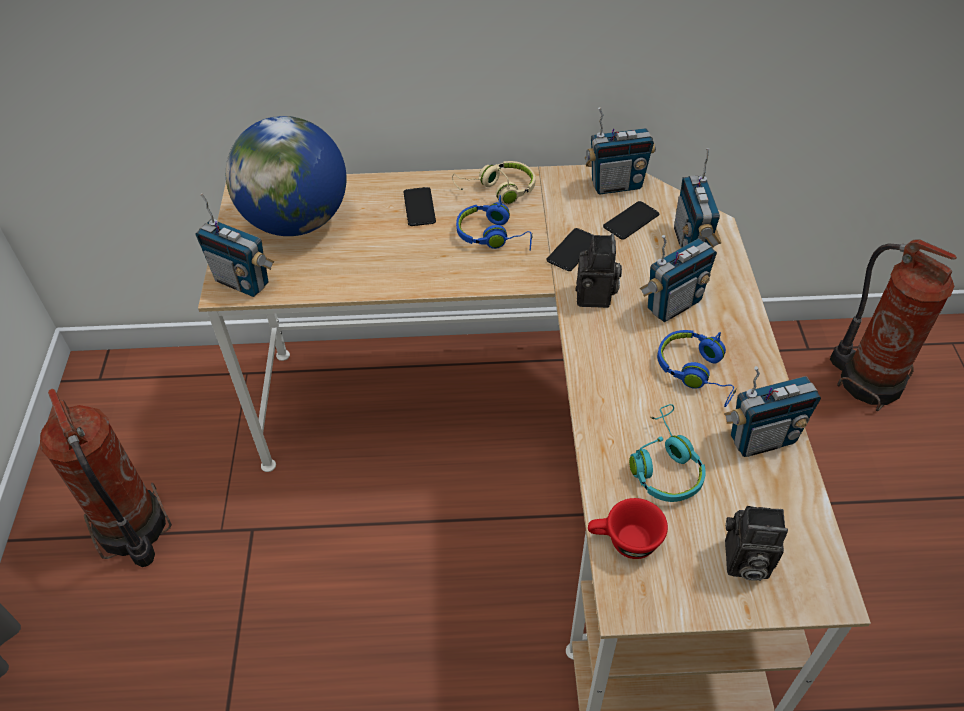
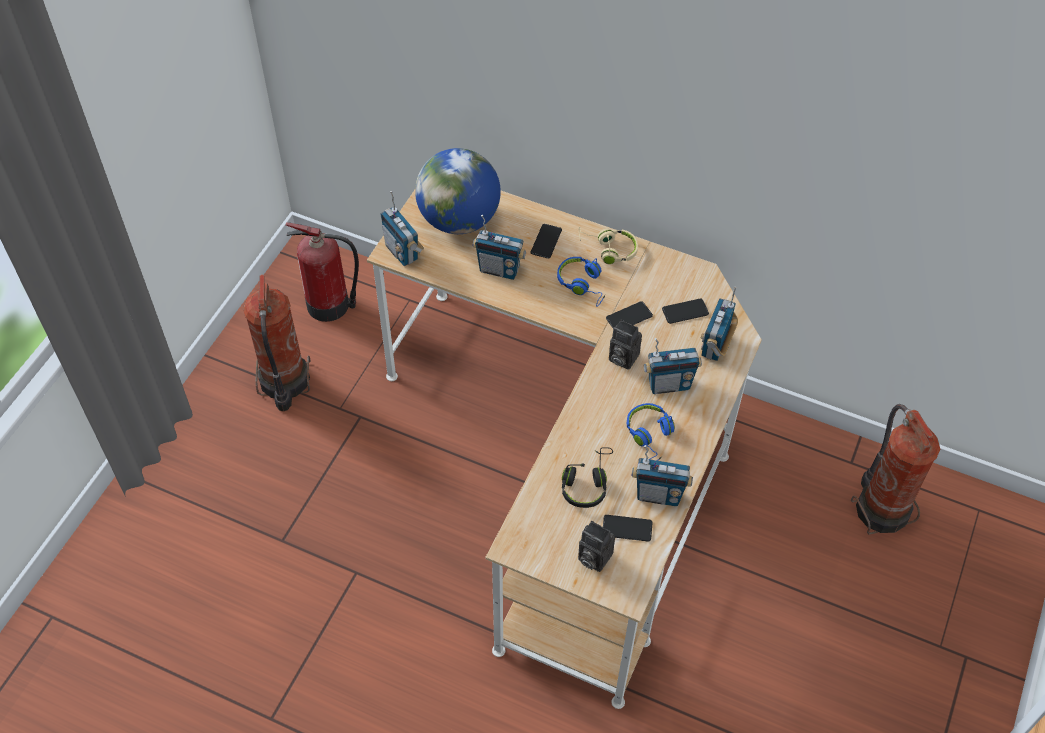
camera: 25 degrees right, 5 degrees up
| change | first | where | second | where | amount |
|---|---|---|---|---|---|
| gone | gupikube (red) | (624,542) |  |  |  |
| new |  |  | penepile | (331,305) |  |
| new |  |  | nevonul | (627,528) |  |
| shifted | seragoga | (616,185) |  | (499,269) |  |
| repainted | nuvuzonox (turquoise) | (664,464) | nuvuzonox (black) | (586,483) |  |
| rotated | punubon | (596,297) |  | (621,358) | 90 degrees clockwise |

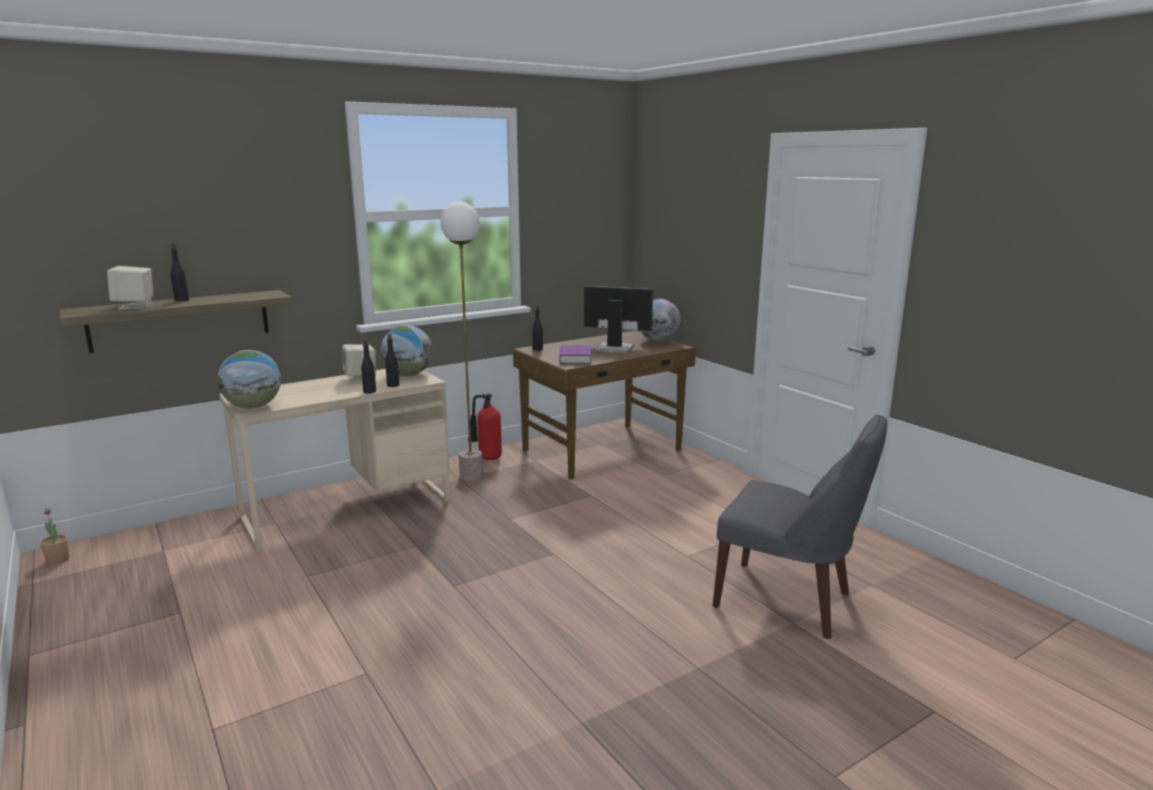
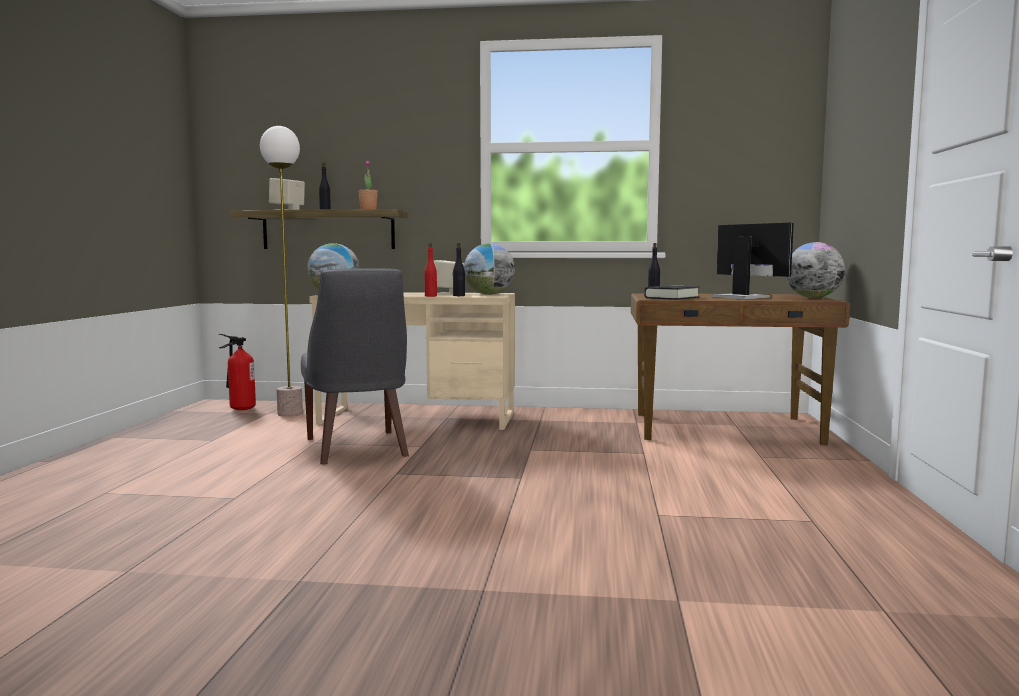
camera: 40 degrees right, 10 degrees down
| change | first | where | second | where | amount |
|---|---|---|---|---|---|
| shifted | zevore | (58,560) |  | (368,209) |  |
| shifted | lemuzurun | (471,476) |  | (290,413) |  |
| shifted | penepile | (486,458) |  | (239,409) |  |
| shifted | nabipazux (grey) | (789,601) |  | (357,449) |  |
| repainted | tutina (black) | (370,392) | tutina (red) | (431,296) |  |
| repainted | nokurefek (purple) | (575,359) | nokurefek (black) | (671,297) |  |

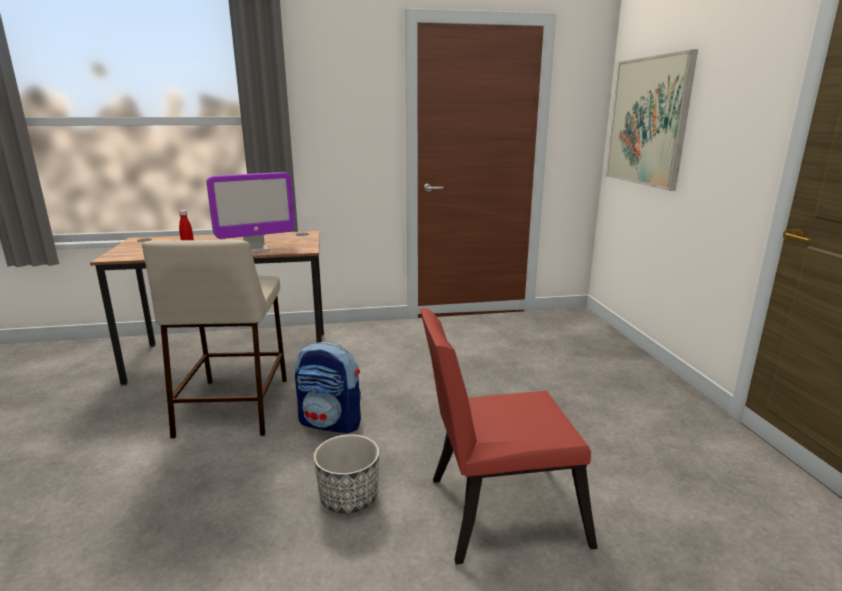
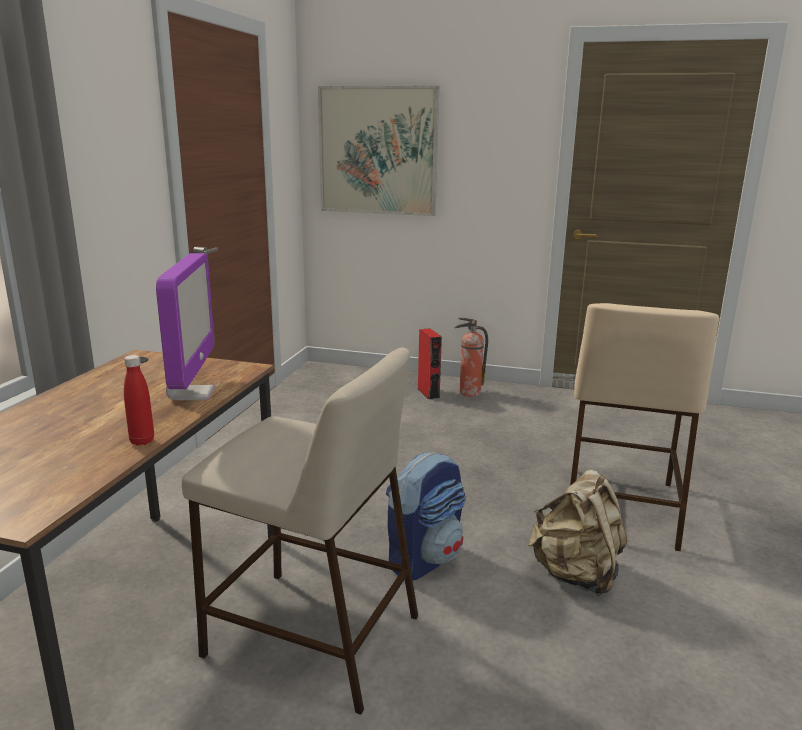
camera: 65 degrees left, 0 degrees up
| change | first | where | second | where | amount |
|---|---|---|---|---|---|
| new |  |  | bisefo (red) | (428,393) |  |
| new |  |  | penepile | (468,393) |  |
| swapped | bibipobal | (348,498) | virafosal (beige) | (575,575) |  |
| swapped | nabipazux (red) | (495,510) | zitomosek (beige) | (620,505) |  |

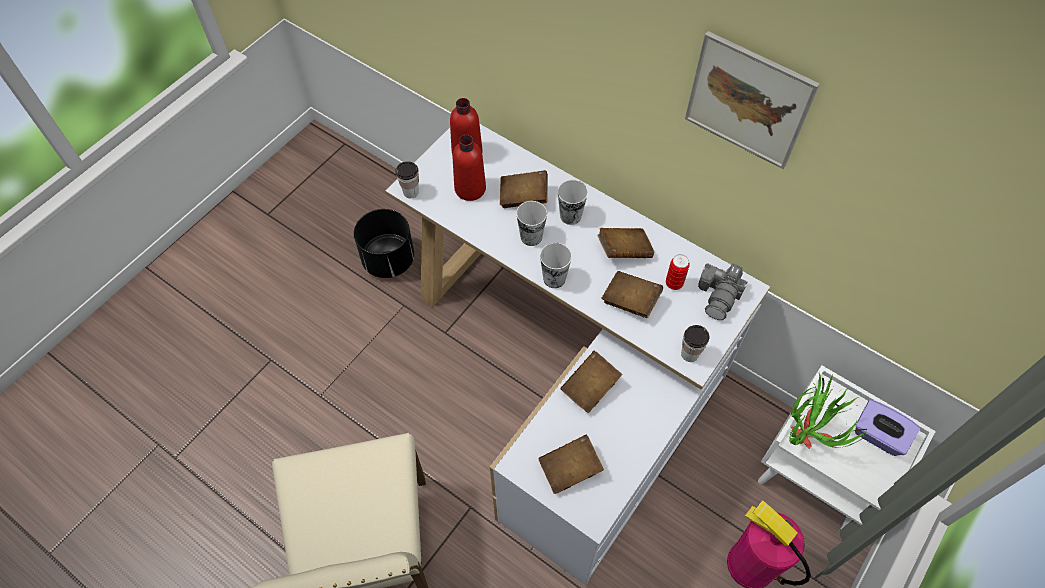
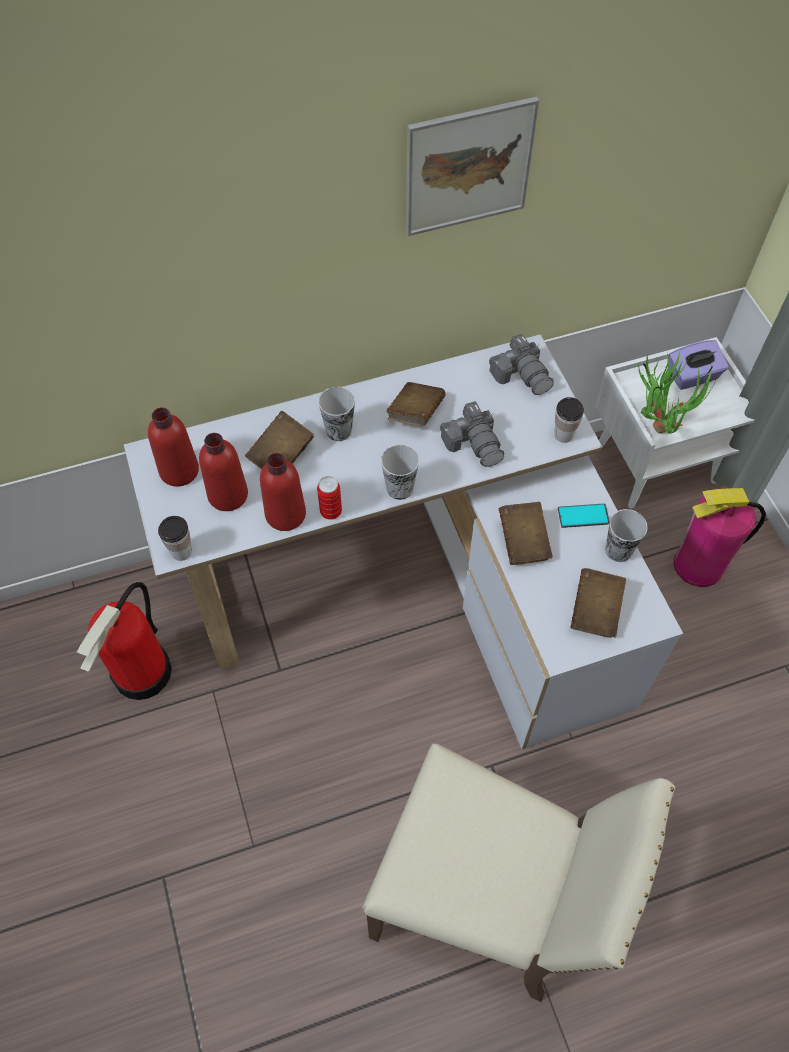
camera: 55 degrees left, 0 degrees up
| change | first | where | second | where | amount |
|---|---|---|---|---|---|
| new |  |  | tutina (red) | (285,514) |  |
| new |  |  | nevonul | (583,516) |  |
| shifted | gupikube | (531,237) |  | (618,550) |  |
| shifted | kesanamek | (674,283) |  | (331,511) |  |
| swapped | bibipobal (black) | (388,260) | penepile | (143,673) |  |
| swapped | nokurefek (brown) | (630,301) | punubon | (474,443) |  |

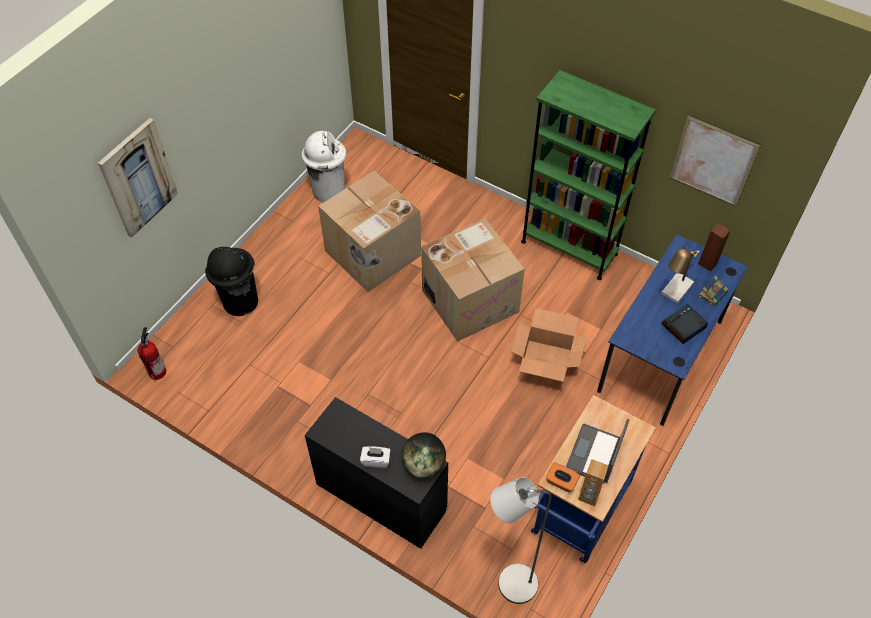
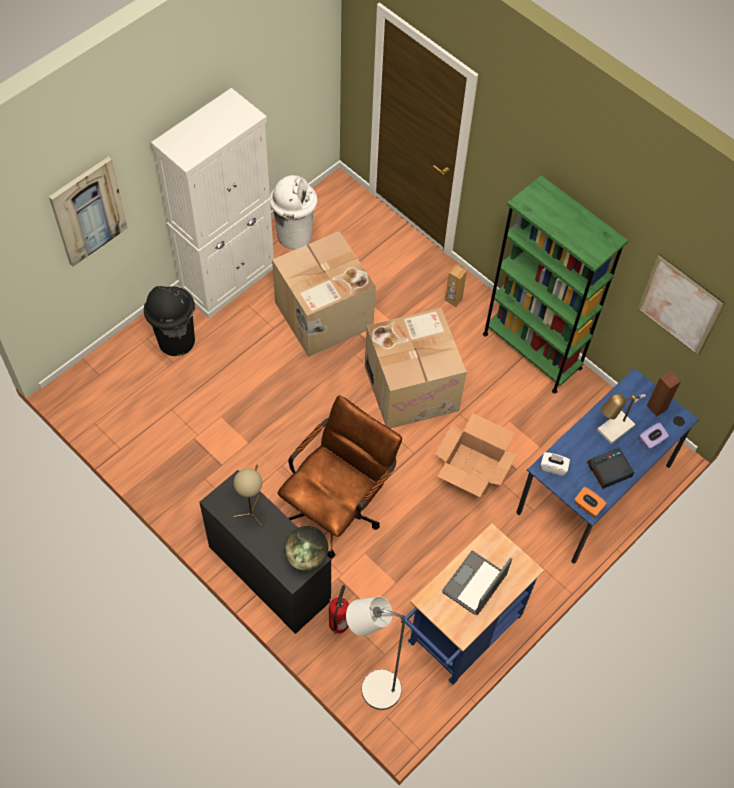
camera: 10 degrees right, 5 degrees up
| change | first | where | second | where | amount |
|---|---|---|---|---|---|
| new |  |  | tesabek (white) | (228,279) |  |
| new |  |  | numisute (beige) | (252,511) |  |
| new |  |  | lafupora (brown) | (338,506) |  |
| shifted | penepile | (157,371) |  | (338,623) |  |
| shifted | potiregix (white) | (376,460) |  | (553,467) |  |
| shifted | potiregix (orange) | (561,482) |  | (587,506) |  |
| shifted | bisefo (brown) | (588,496) |  | (453,299) |  |
| swapped | nokurefek | (712,293) | potiregix (purple) | (651,441) |  |

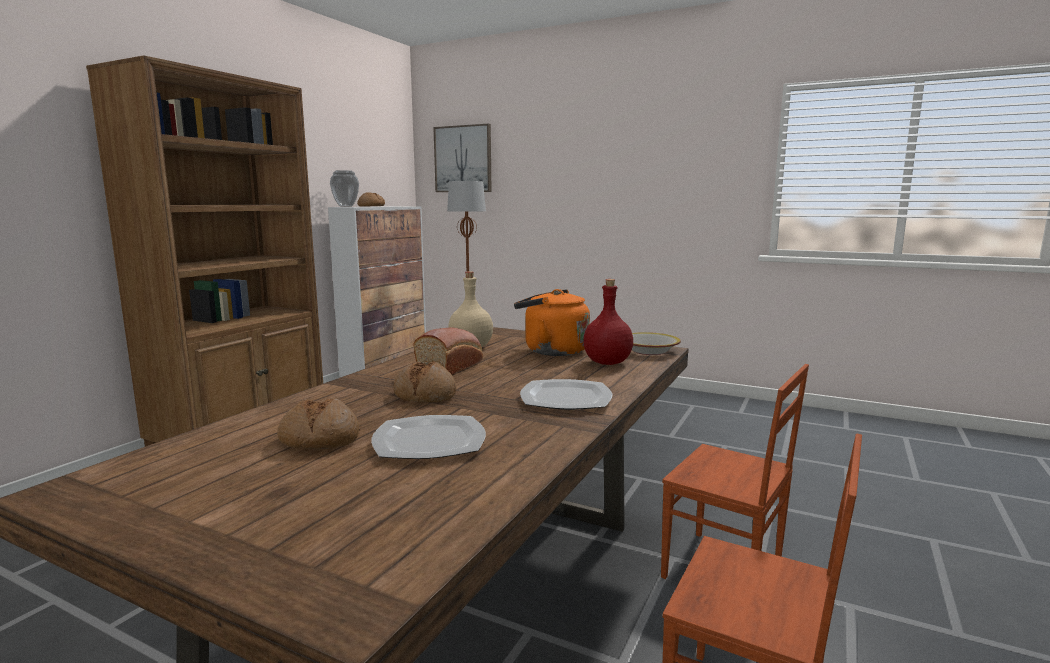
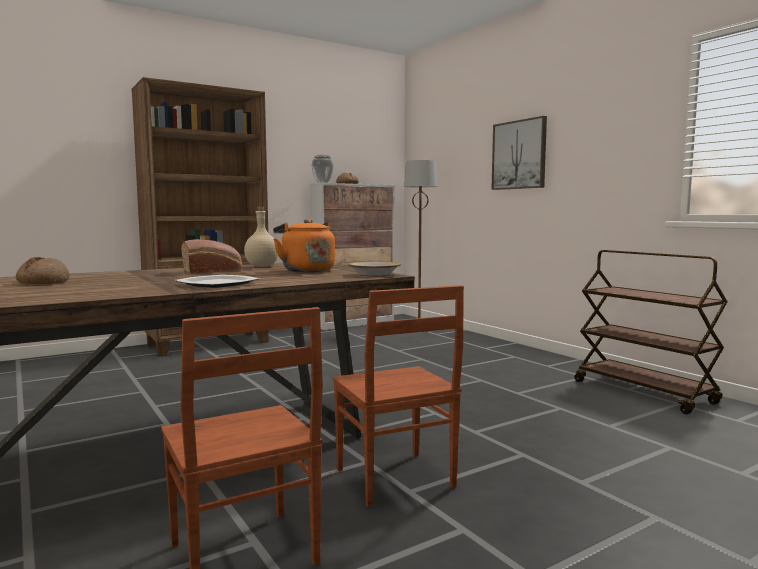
camera: 30 degrees right, 5 degrees down
| change | first | where | second | where | amount |
|---|---|---|---|---|---|
| gone | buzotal | (428,441) |  |  |  |
| gone | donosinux | (425,394) |  |  |  |
| gone | tutina (red) | (608,362) |  |  |  |
| new |  |  | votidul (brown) | (644,392) |  |
| shifted | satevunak | (463,159) |  | (519,155) |  |

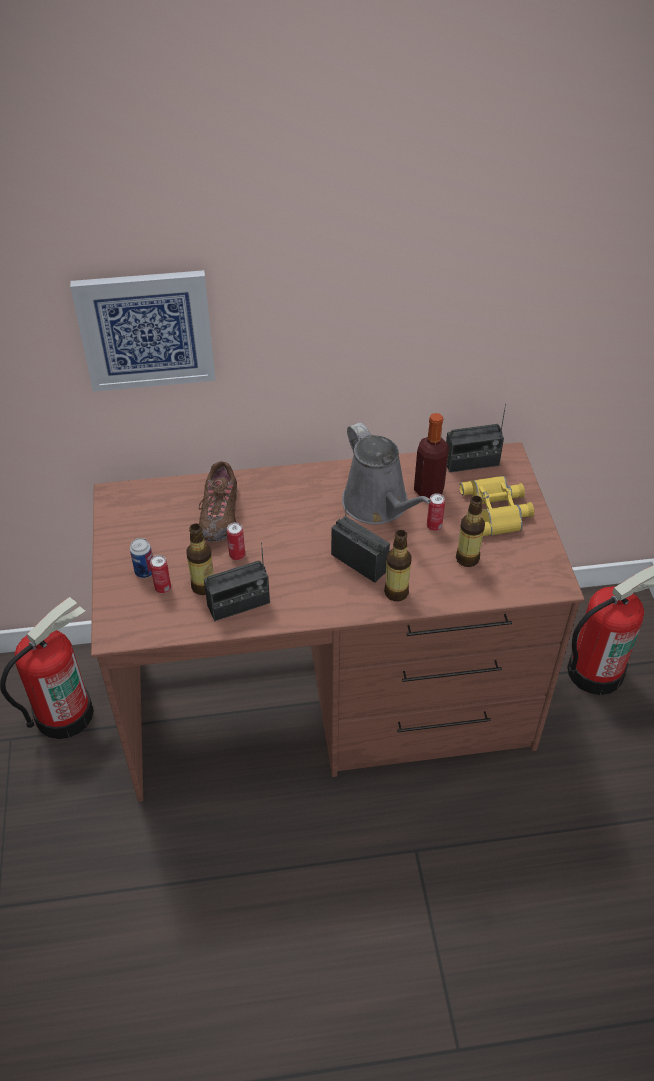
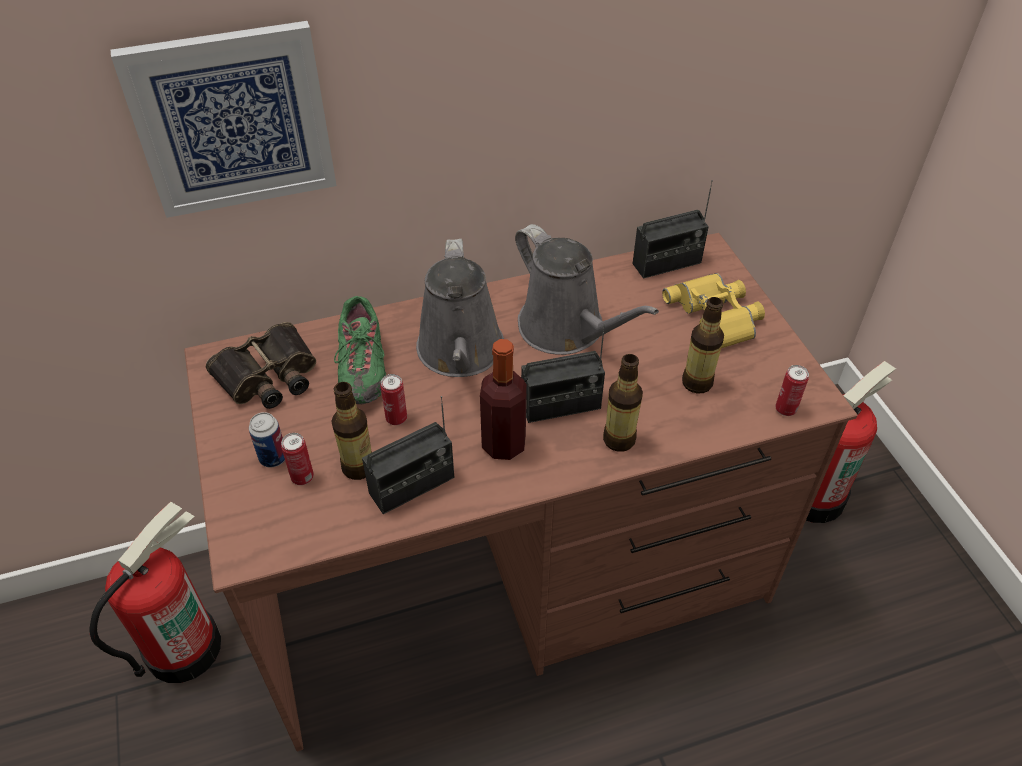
camera: 10 degrees left, 0 degrees up
| change | first | where | second | where | amount |
|---|---|---|---|---|---|
| new |  |  | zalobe | (269,377) |  |
| new |  |  | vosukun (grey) | (460,353) |  |
| shifted | tutina | (428,490) |  | (503,444) |  |
| shifted | kesanamek | (434,526) |  | (785,409) |  |
| repainted | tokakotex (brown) | (220,514) | tokakotex (green) | (362,367) |  |
| rotated | seragoga | (359,562) |  | (561,406) | 135 degrees clockwise |

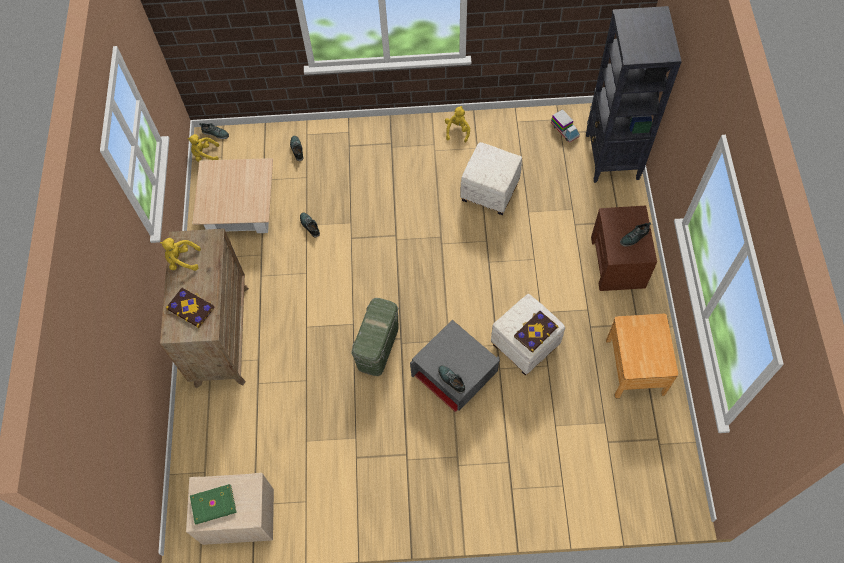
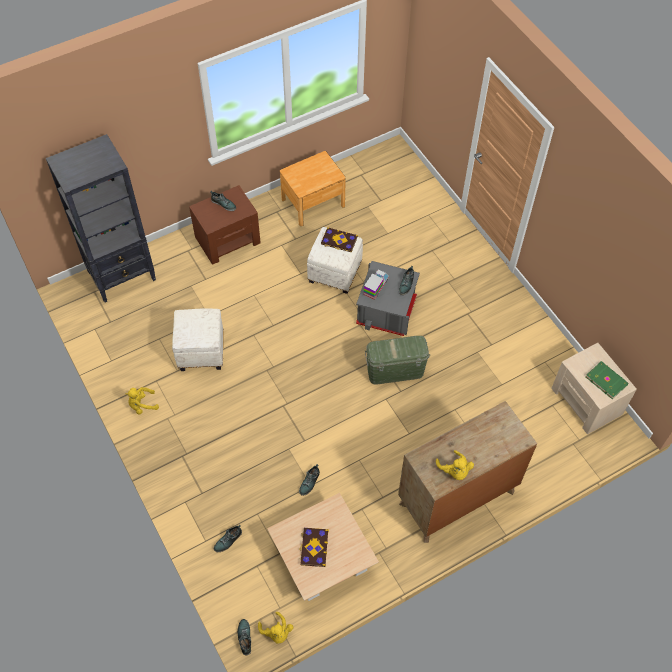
camera: 120 degrees left, 5 degrees down
| change | first | where | second | where | amount |
|---|---|---|---|---|---|
| shifted | nokurefek | (191,307) |  | (313,547) |  |
| shifted | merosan | (564,130) |  | (375,287) |  |

